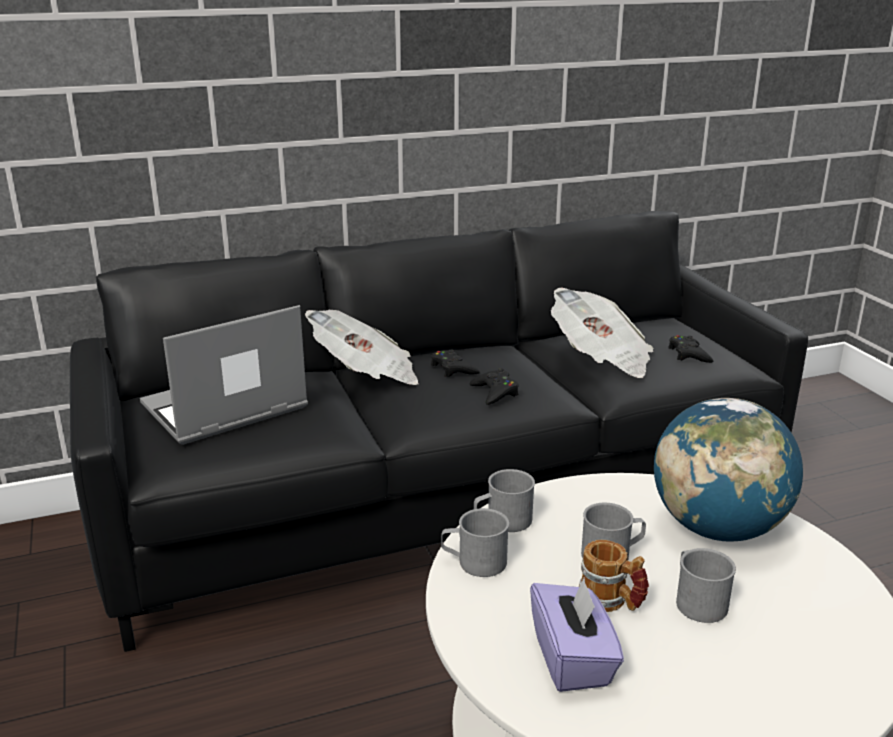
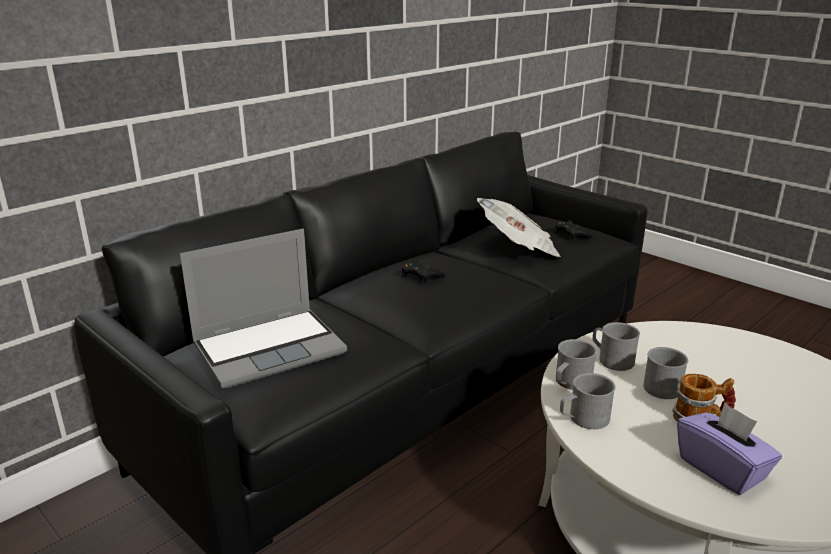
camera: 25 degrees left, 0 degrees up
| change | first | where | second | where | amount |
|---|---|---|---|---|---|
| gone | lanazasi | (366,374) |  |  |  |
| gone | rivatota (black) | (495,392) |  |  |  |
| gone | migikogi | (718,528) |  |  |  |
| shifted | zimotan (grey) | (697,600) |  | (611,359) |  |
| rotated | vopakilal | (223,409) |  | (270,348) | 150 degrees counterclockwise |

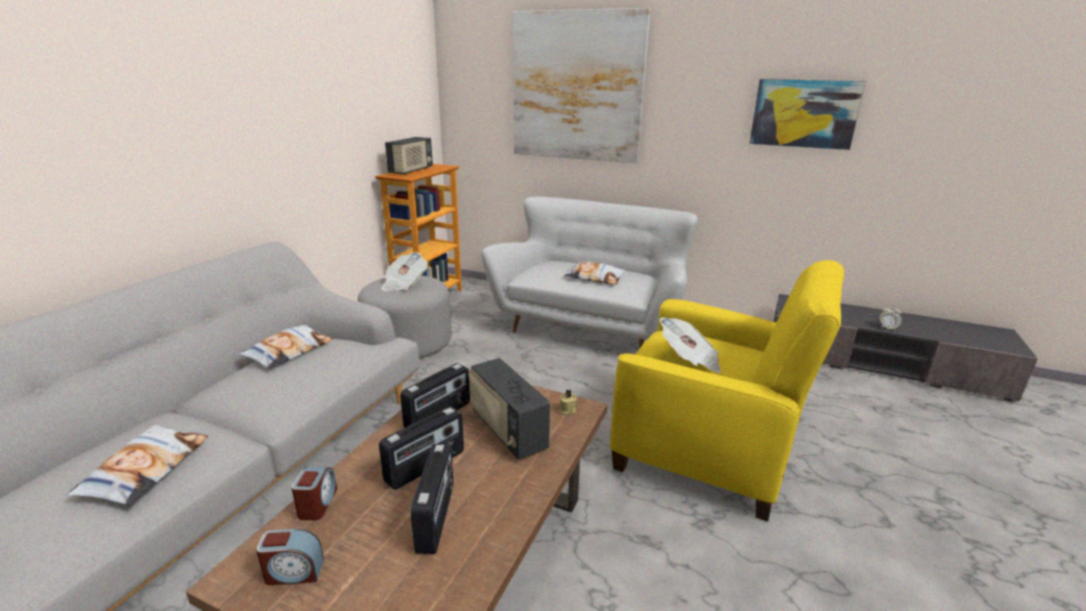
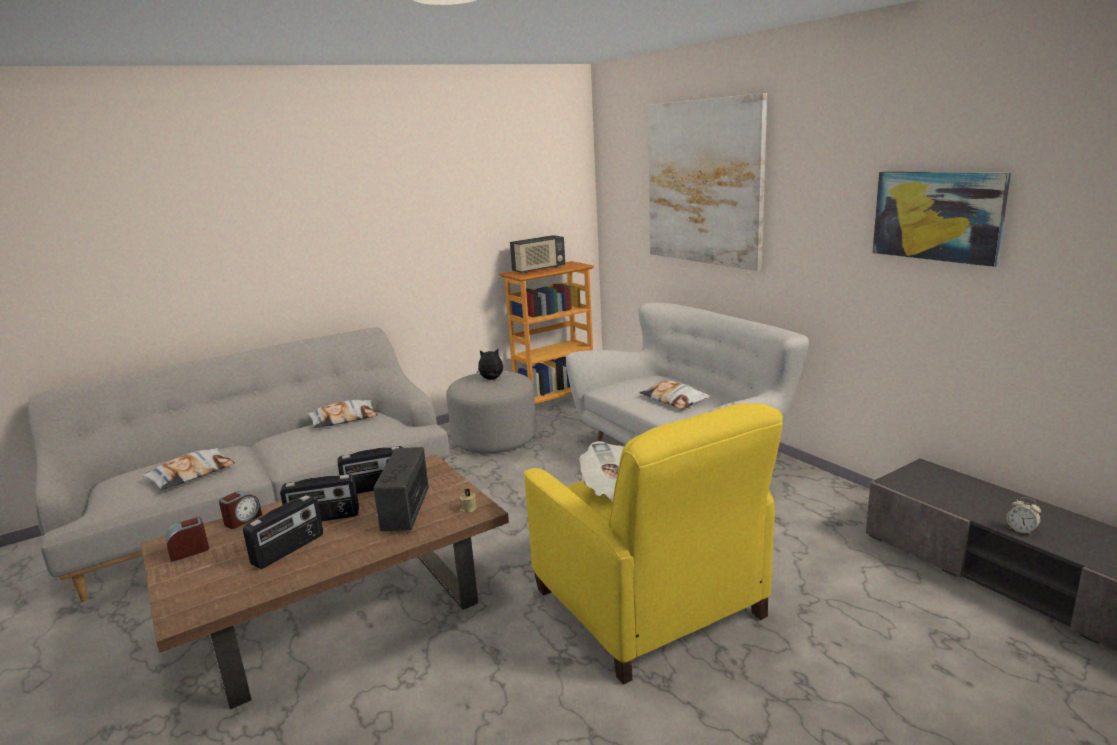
camera: 35 degrees right, 5 degrees down
| change | first | where | second | where | amount |
|---|---|---|---|---|---|
| swapped | lanazasi | (404,284) | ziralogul | (491,379) |  |
| rotated | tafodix | (294,572) |  | (189,551) | 120 degrees clockwise |

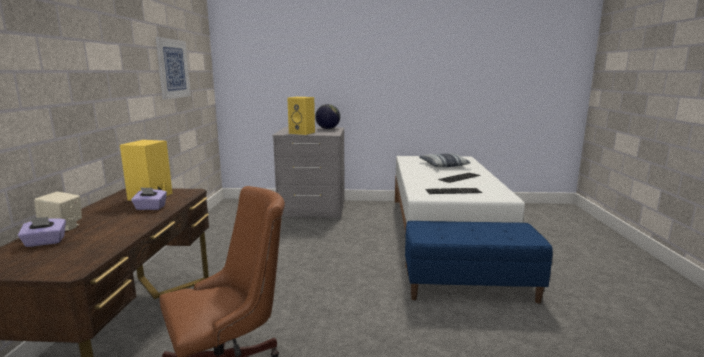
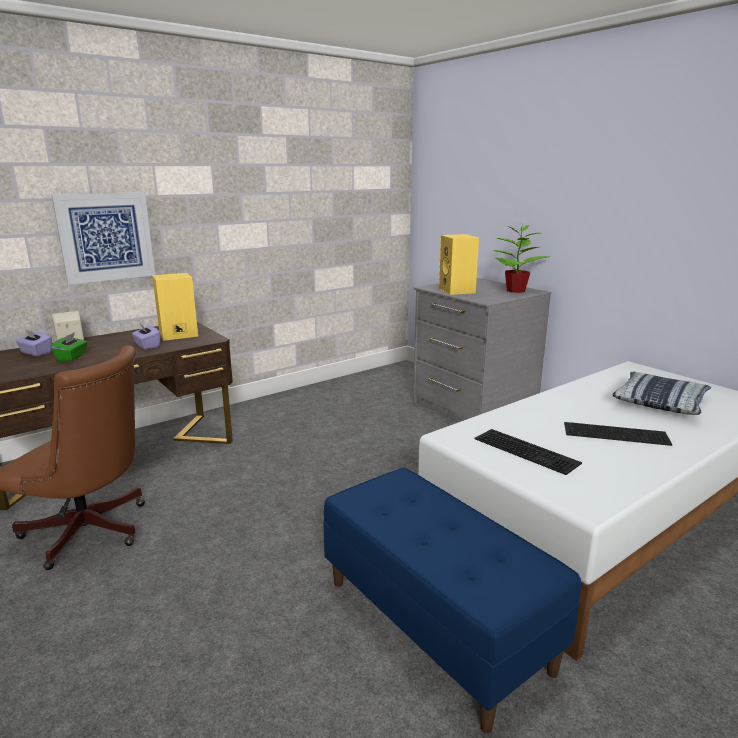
camera: 50 degrees right, 5 degrees up
| change | first | where | second | where | amount |
|---|---|---|---|---|---|
| new |  |  | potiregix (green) | (72,357) |  |
| shifted | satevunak | (173,68) |  | (106,237) |  |
| swapped | migikogi | (328,129) | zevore | (515,290) |  |

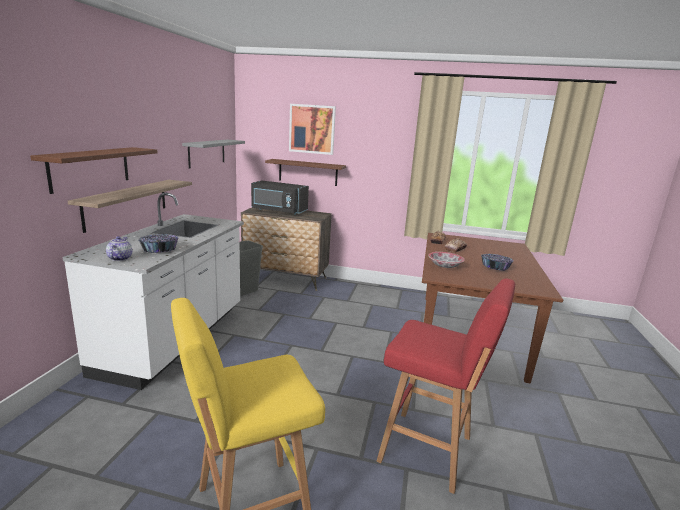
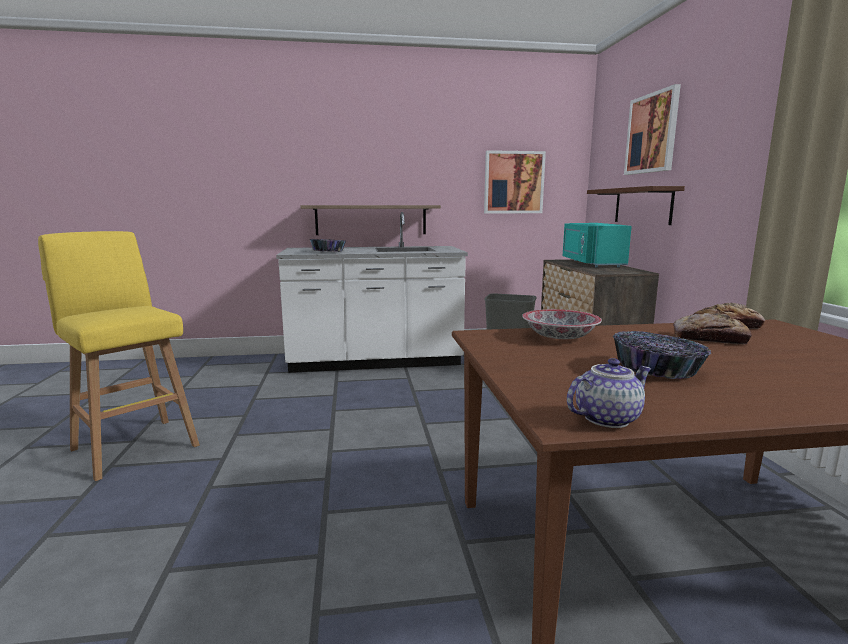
camera: 70 degrees right, 5 degrees down
| change | first | where | second | where | amount |
|---|---|---|---|---|---|
| gone | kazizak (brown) | (90,168) |  |  |  |
| gone | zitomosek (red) | (429,450) |  |  |  |
| shifted | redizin | (119,258) |  | (606,418) |  |
| swapped | kazizak (grey) | (207,153) | satevunak | (513,182) |  |
| repainted | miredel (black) | (278,211) | miredel (turquoise) | (591,263) |  |

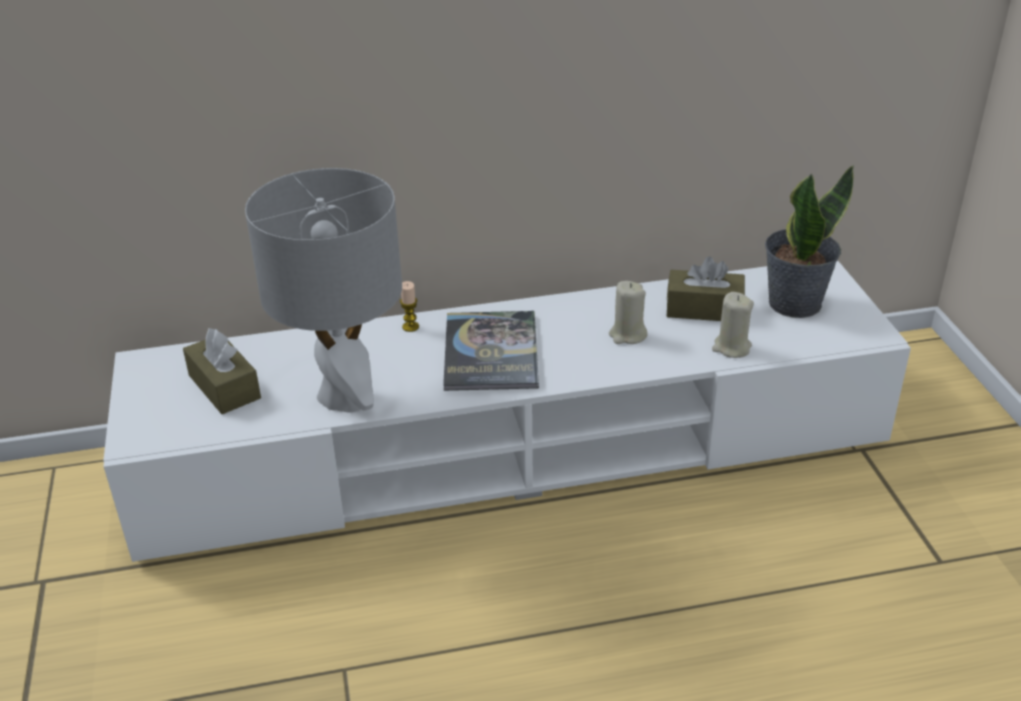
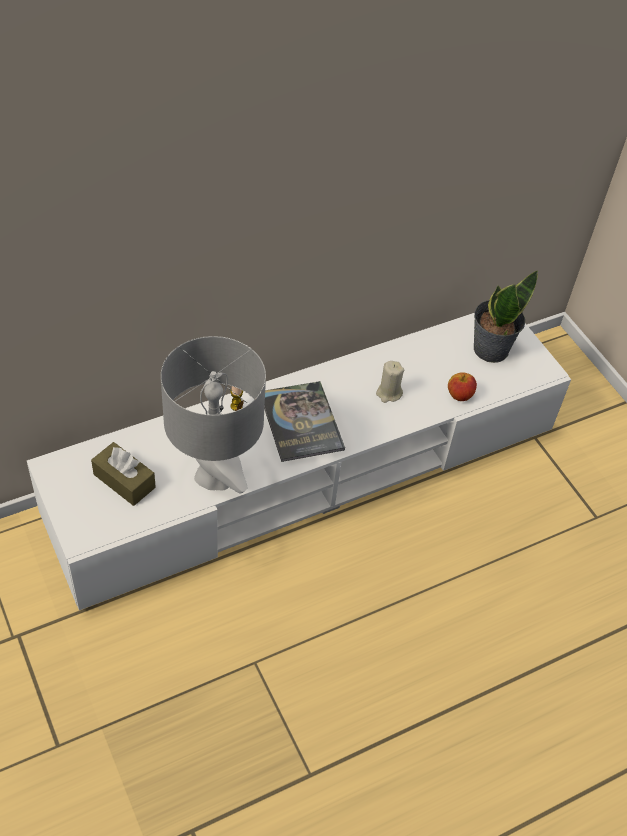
camera: 20 degrees left, 15 degrees up
| change | first | where | second | where | amount |
|---|---|---|---|---|---|
| gone | potiregix (brown) | (704,309) |  |  |  |
| swapped | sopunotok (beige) | (731,348) | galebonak | (459,395) |  |

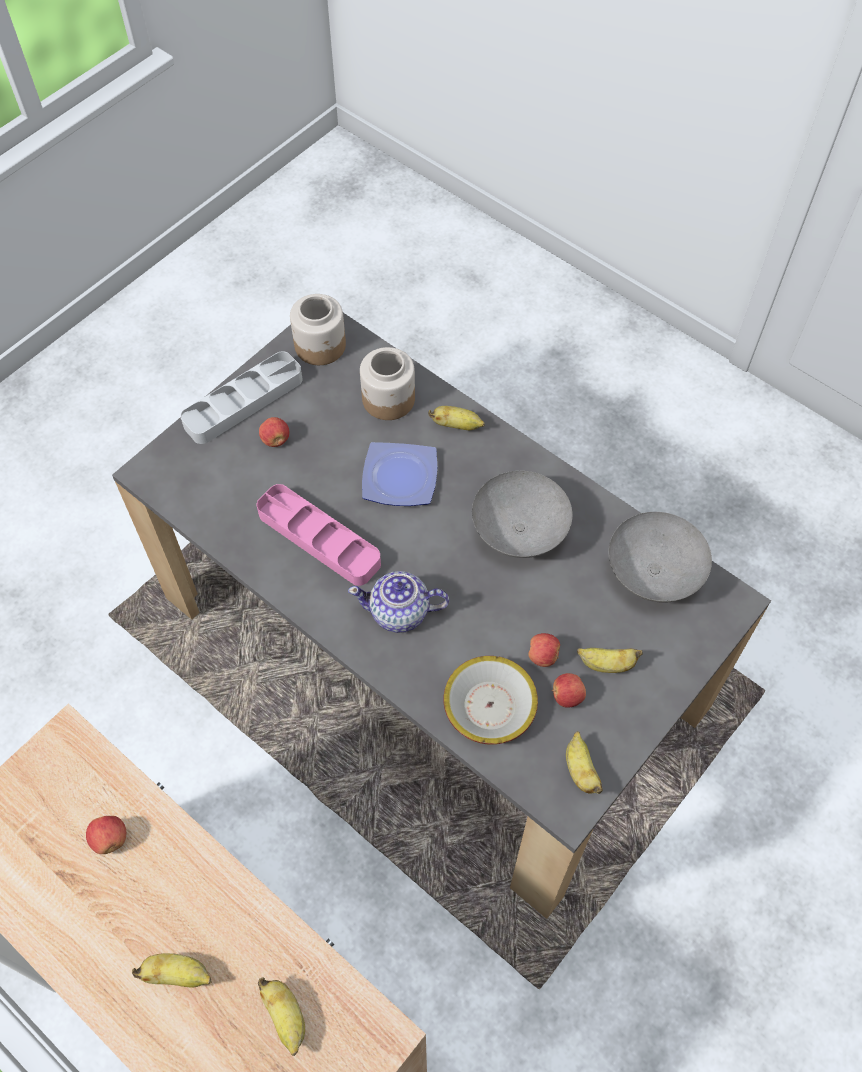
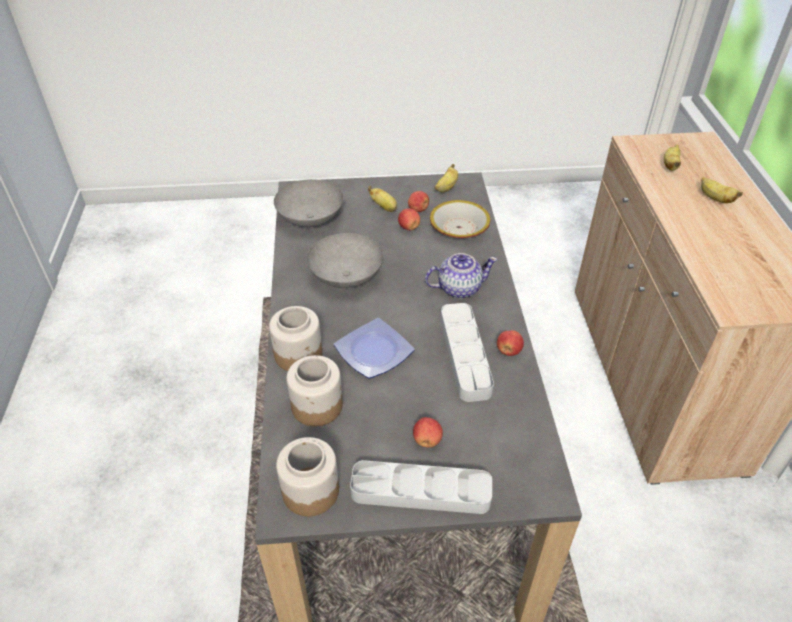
camera: 135 degrees left, 15 degrees down
| change | first | where | second | where | amount |
|---|---|---|---|---|---|
| shifted | galebonak | (110,838) |  | (508,351) |  |
| swapped | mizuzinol | (457,425) | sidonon | (299,354) |  |
| repainted | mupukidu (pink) | (319,538) | mupukidu (grey) | (465,355) |  |
| rotated | redizin | (400,612) |  | (458,288) | 60 degrees counterclockwise |

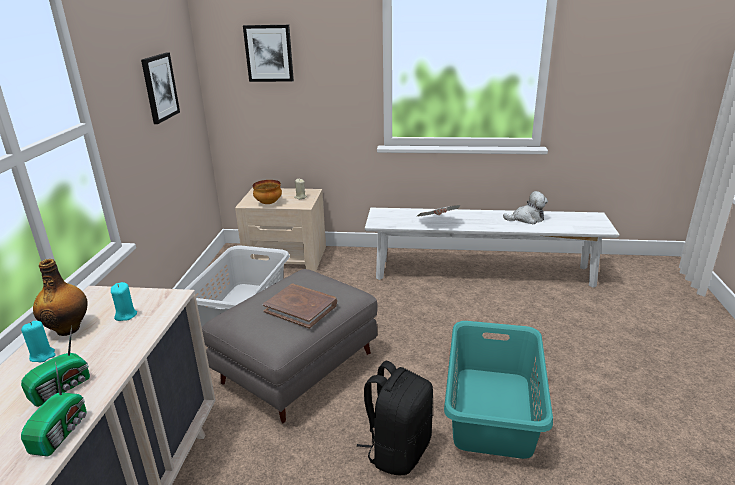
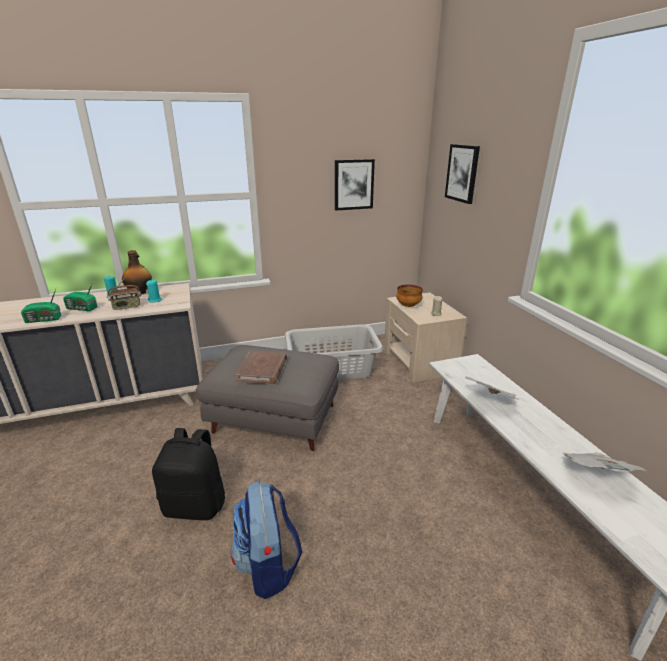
camera: 65 degrees right, 0 degrees up
| change | first | where | second | where | amount |
|---|---|---|---|---|---|
| new |  |  | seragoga | (127,307) |  |
| swapped | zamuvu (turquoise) | (493,410) | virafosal | (268,566) |  |
| swapped | ziralogul | (526,219) | lanazasi | (596,475) |  |

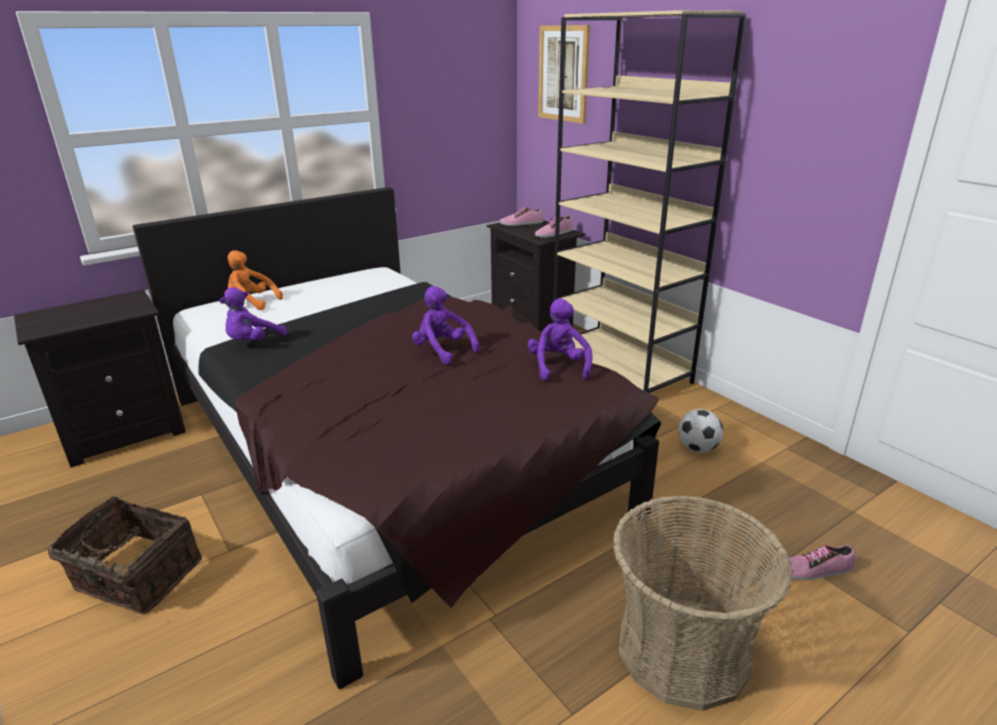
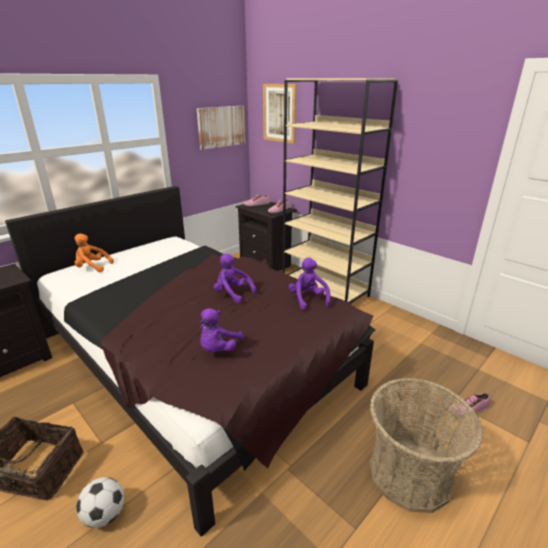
camera: 10 degrees left, 0 degrees up
| change | first | where | second | where | amount |
|---|---|---|---|---|---|
| new |  |  | satevunak | (221,127) |  |
| shifted | ziralogul (purple) | (253,342) |  | (218,349) |  |
| shifted | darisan | (697,448) |  | (105,515) |  |

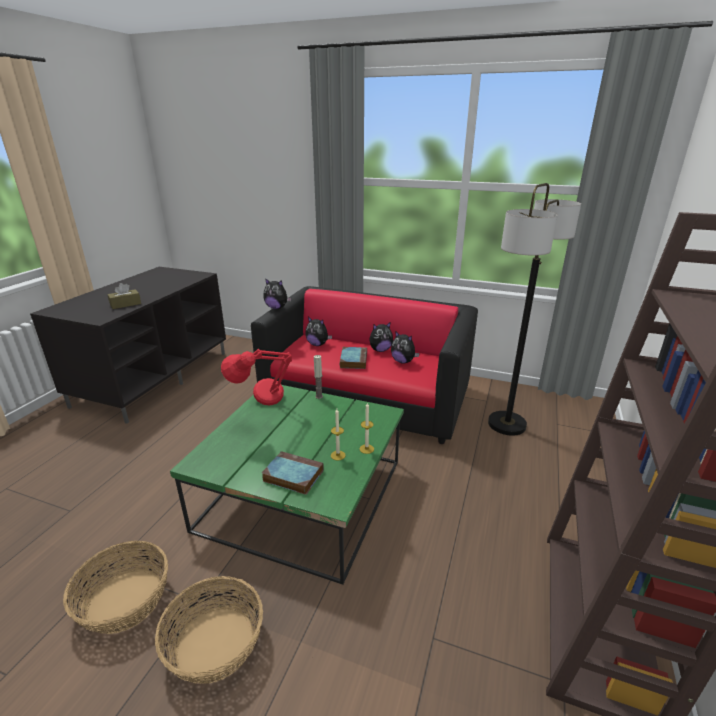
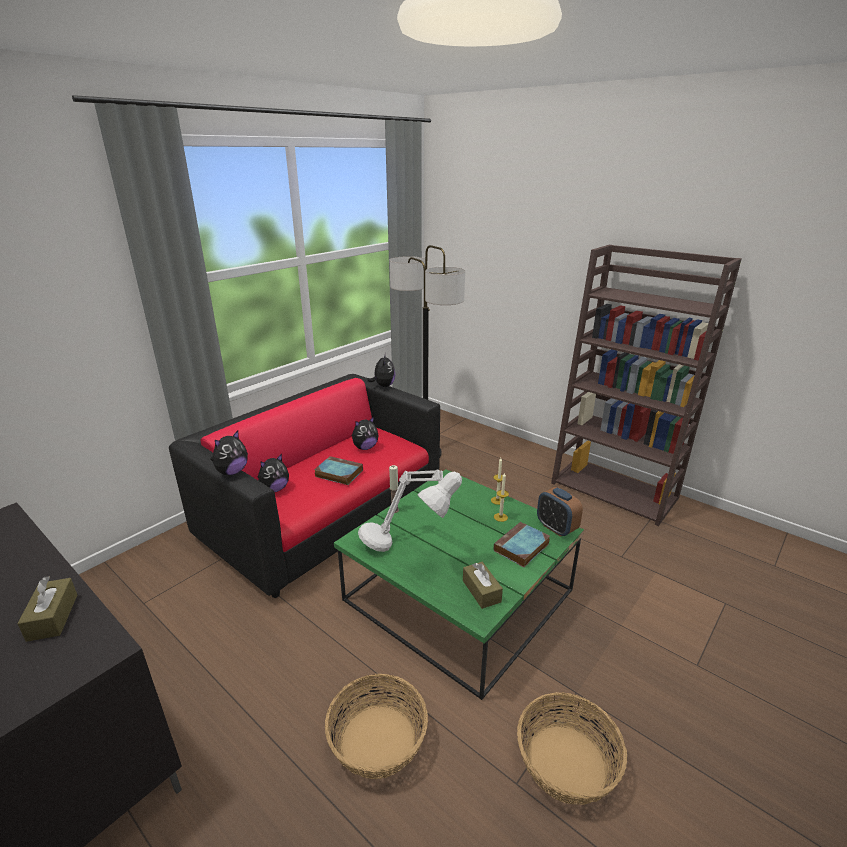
camera: 70 degrees left, 0 degrees up
| change | first | where | second | where | amount |
|---|---|---|---|---|---|
| new |  |  | potiregix (brown) | (481,591) |  |
| new |  |  | tafodix | (556,528) |  |
| shifted | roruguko | (215,644) |  | (378,741) |  |
| shifted | ziralogul | (380,350) |  | (383,386) |  |
| repainted | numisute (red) | (265,414) | numisute (grey) | (407,552) |  |

